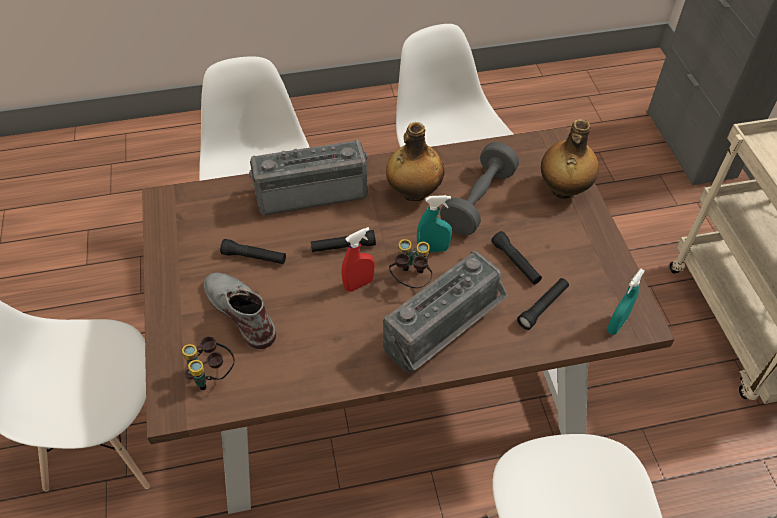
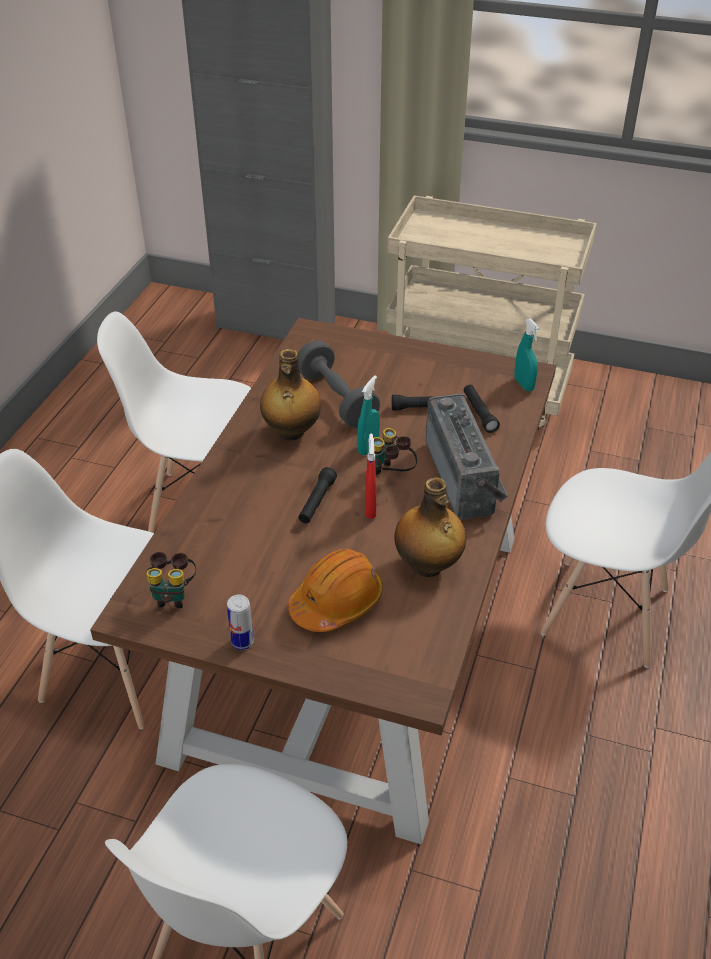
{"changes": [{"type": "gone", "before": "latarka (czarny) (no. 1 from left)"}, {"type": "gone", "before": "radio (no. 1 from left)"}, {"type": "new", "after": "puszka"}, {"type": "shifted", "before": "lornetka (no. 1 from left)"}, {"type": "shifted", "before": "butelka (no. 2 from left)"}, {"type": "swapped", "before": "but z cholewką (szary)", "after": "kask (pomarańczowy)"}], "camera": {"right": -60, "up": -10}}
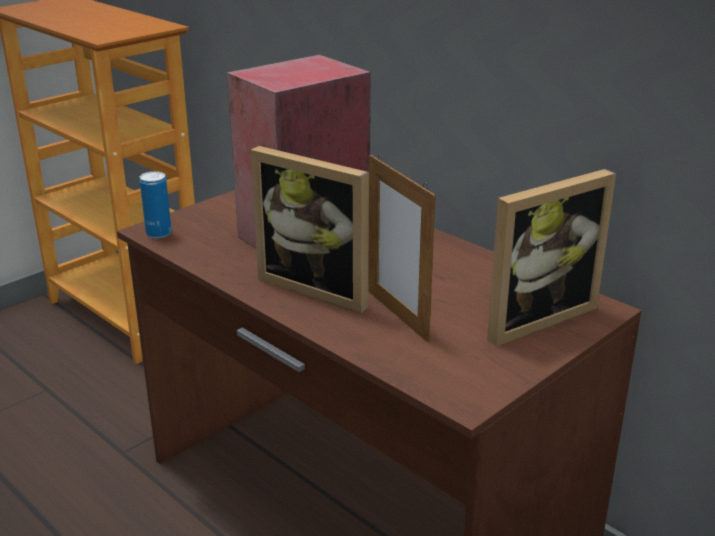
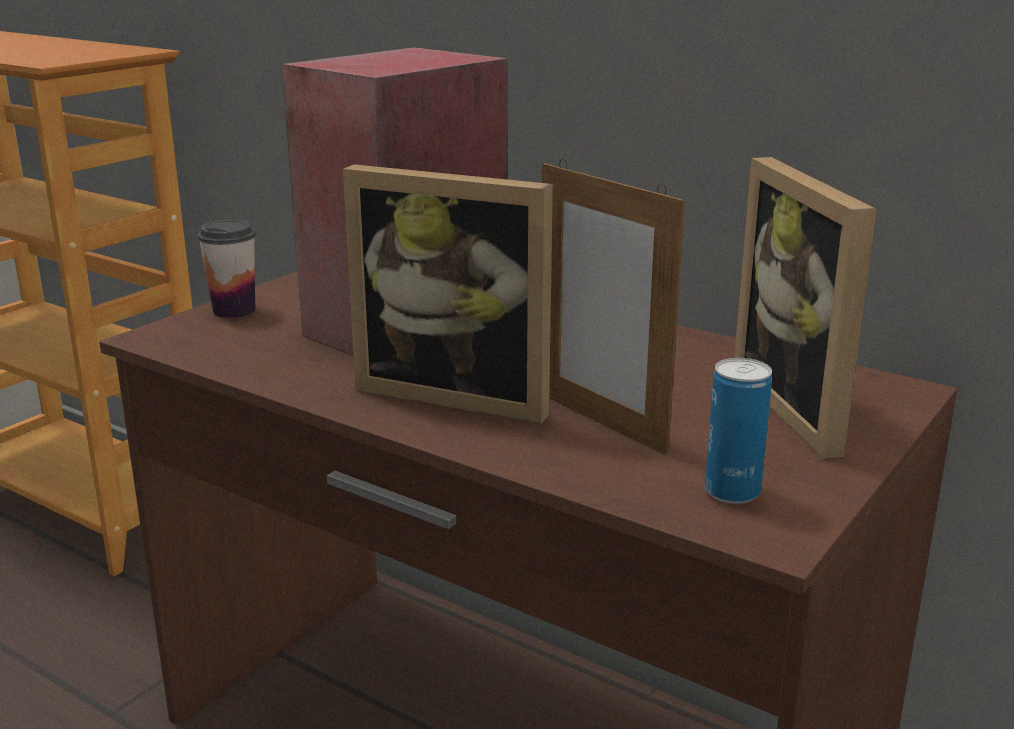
{"changes": [{"type": "new", "after": "filiżanka"}, {"type": "shifted", "before": "puszka"}, {"type": "rotated", "before": "ramka na zdjęcie (no. 3 from left)", "turn": 120}], "camera": {"right": -10, "up": -5}}
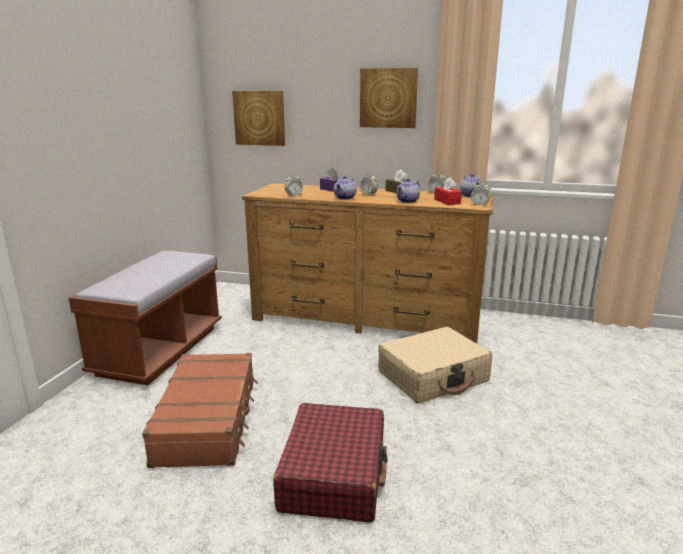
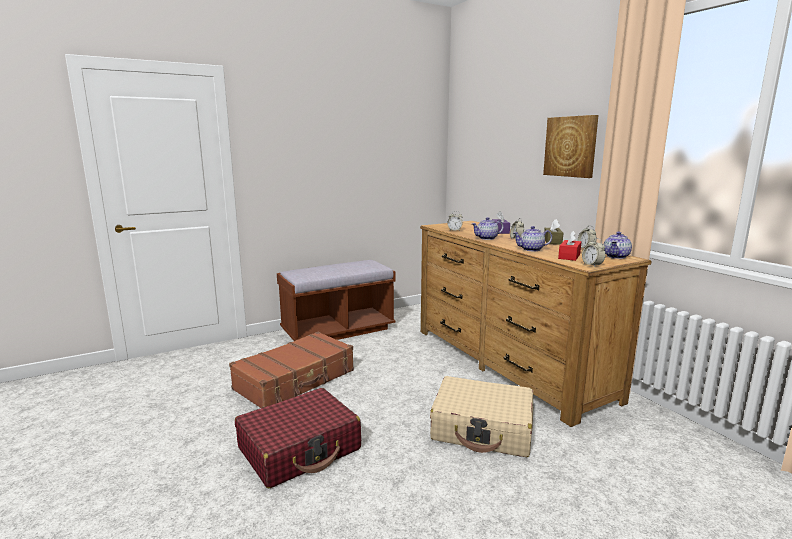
{"changes": [{"type": "gone", "before": "obraz (no. 1 from left)"}], "camera": {"right": 45, "up": -5}}
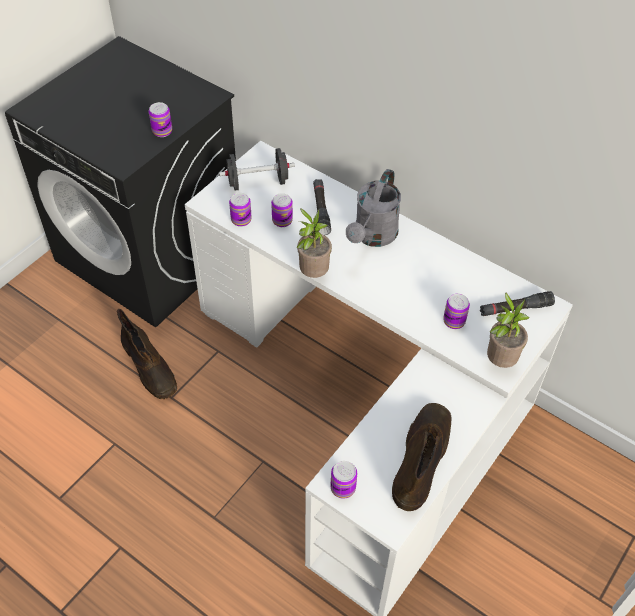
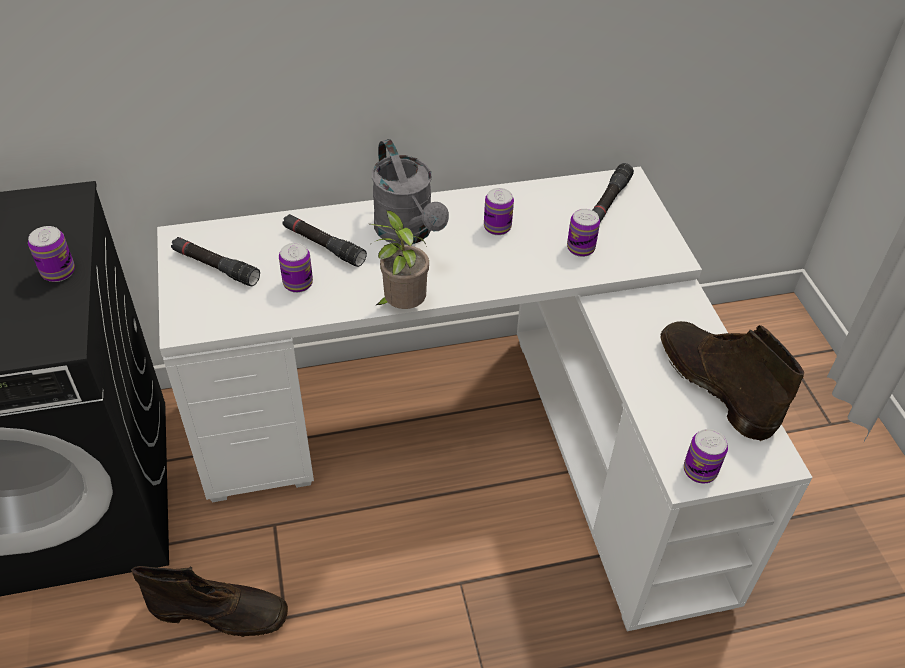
{"changes": [{"type": "gone", "before": "roślina doniczkowa (no. 2 from left)"}, {"type": "shifted", "before": "puszka (no. 2 from left in the first image)", "after": "puszka (no. 3 from left)"}, {"type": "swapped", "before": "hantel (czarny)", "after": "latarka (czarny) (no. 1 from left)"}], "camera": {"right": -50, "up": -5}}
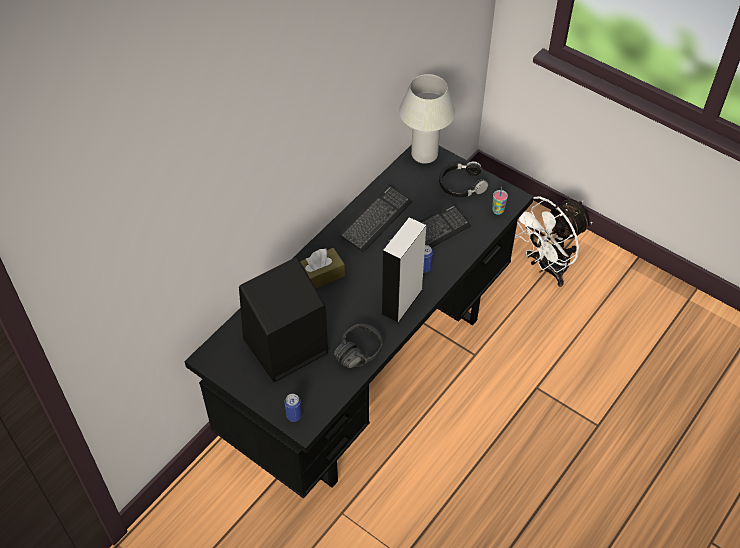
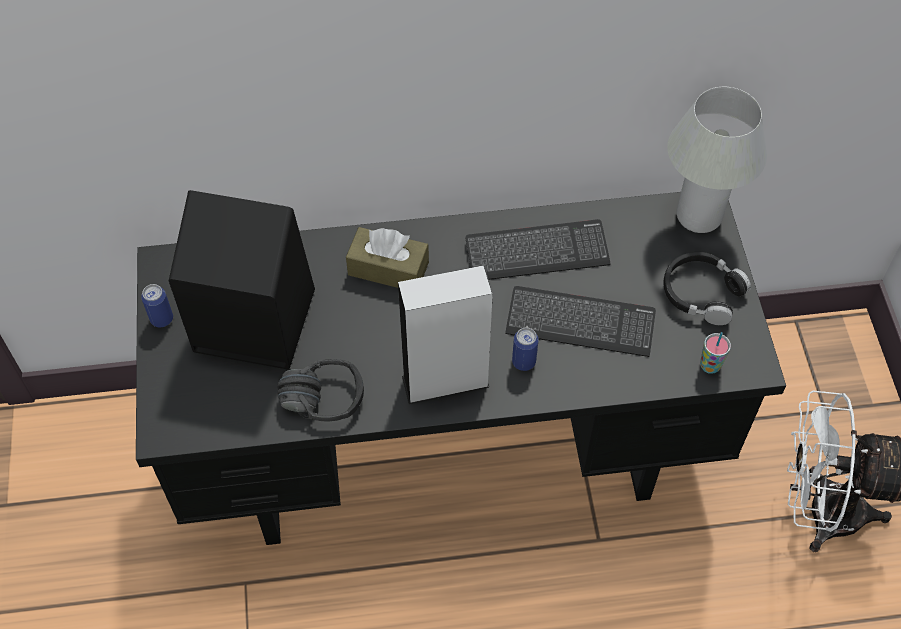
{"changes": [{"type": "shifted", "before": "puszka (no. 1 from left)"}], "camera": {"right": 45, "up": 5}}
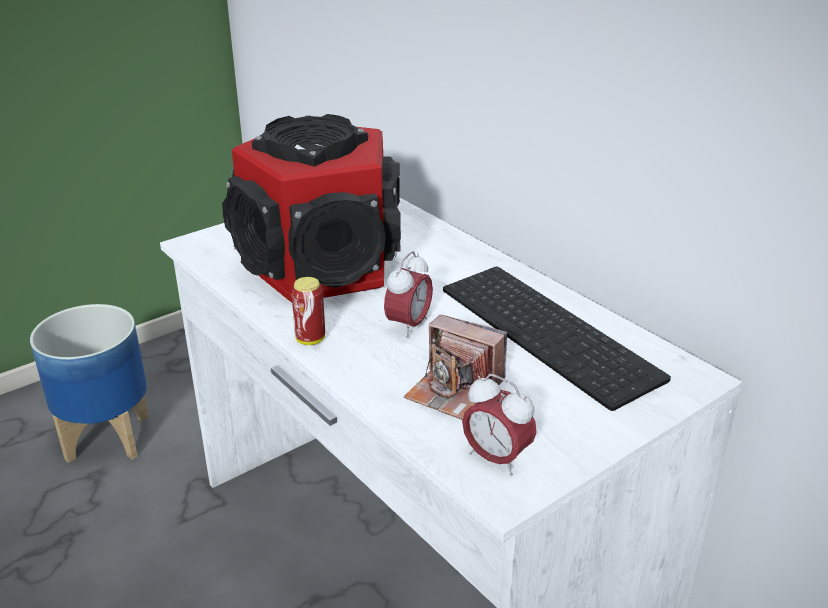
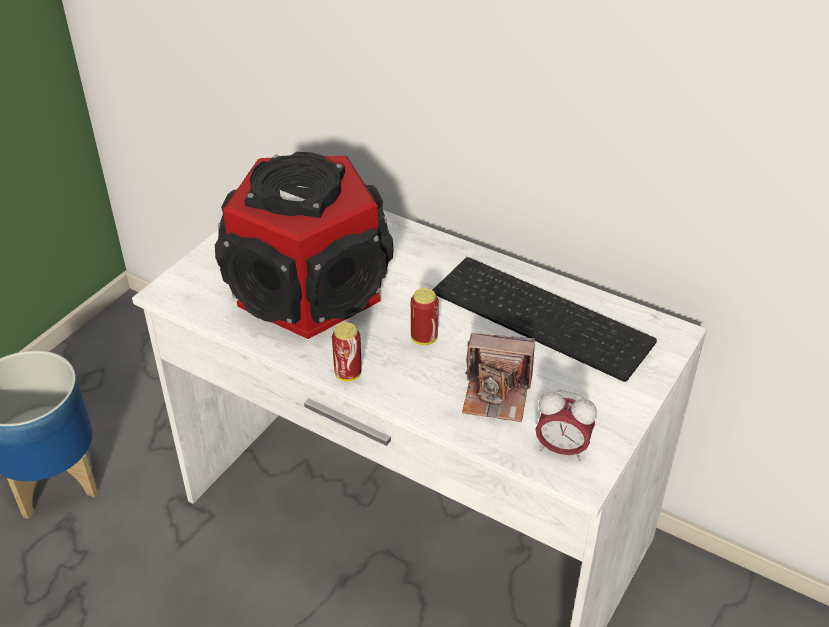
{"changes": [{"type": "swapped", "before": "budzik (no. 1 from left)", "after": "puszka (no. 2 from left)"}], "camera": {"right": -20, "up": 10}}
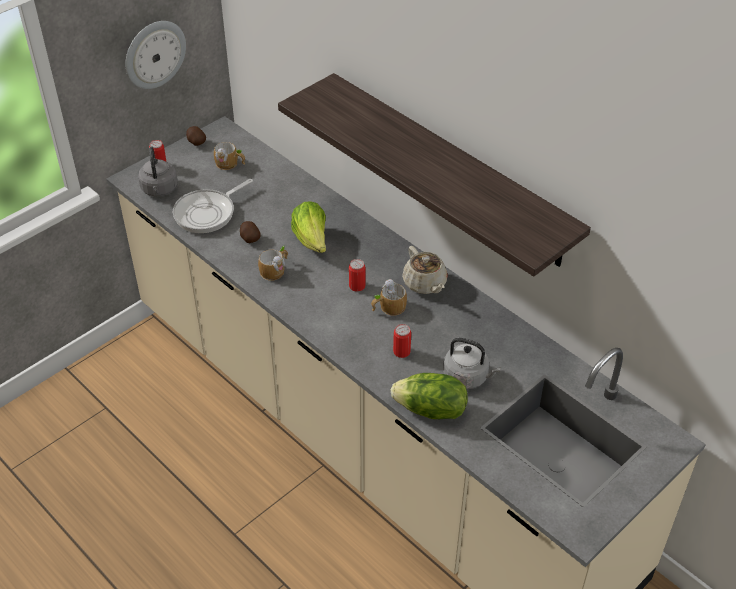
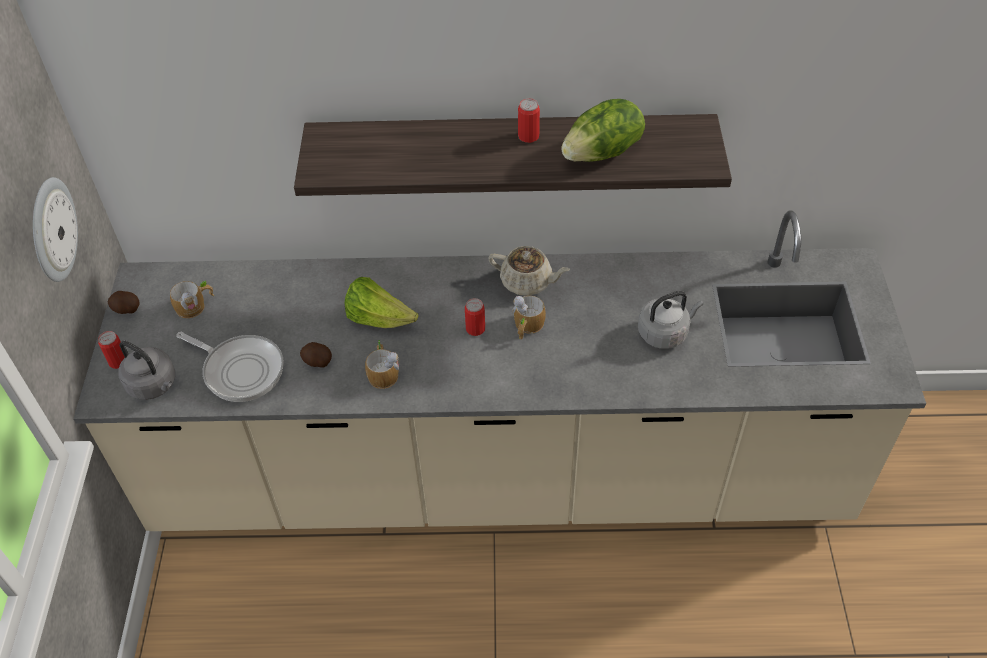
{"changes": [{"type": "shifted", "before": "sałata (no. 2 from left)"}, {"type": "shifted", "before": "puszka (no. 3 from left)"}, {"type": "rotated", "before": "patelnia", "turn": -60}], "camera": {"right": -45, "up": 5}}
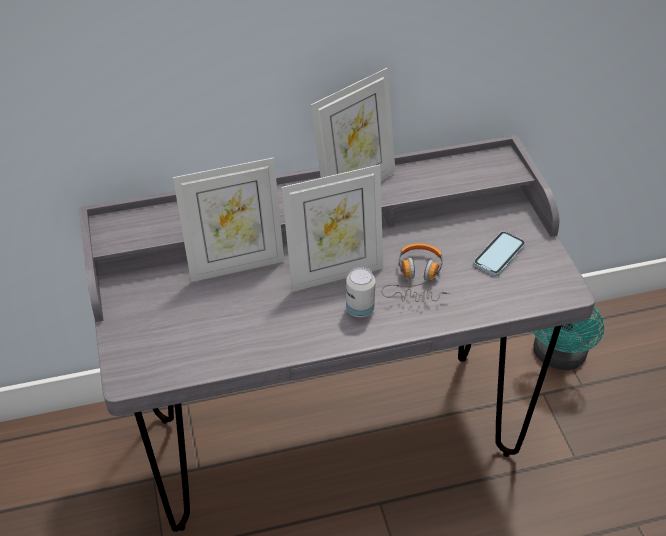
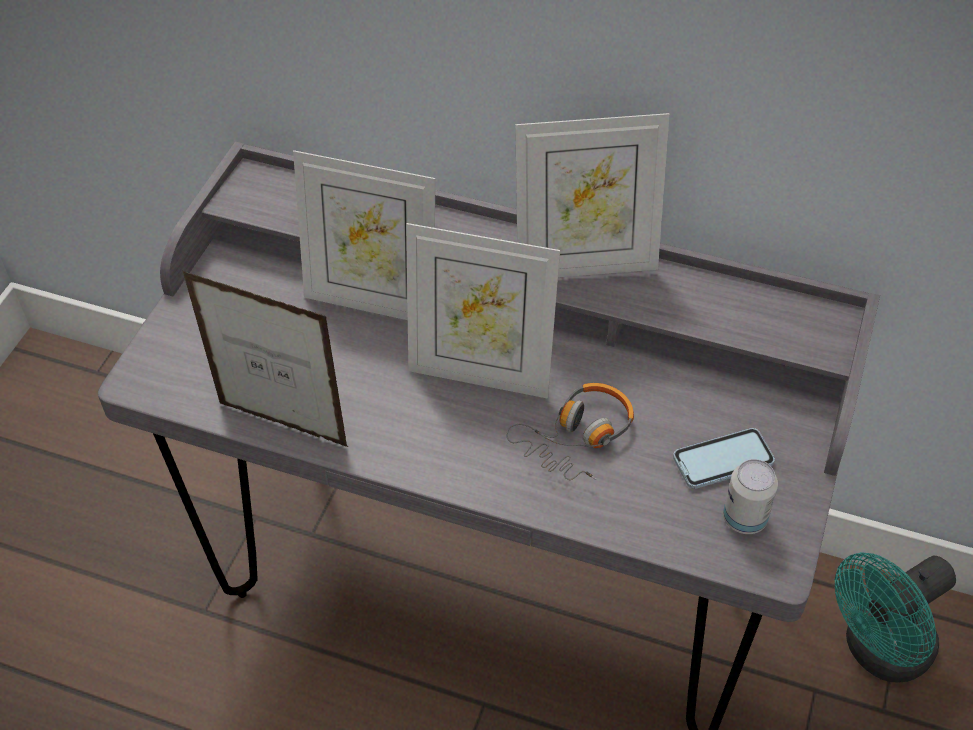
{"changes": [{"type": "new", "after": "ramka na zdjęcie (no. 1 from left)"}, {"type": "shifted", "before": "puszka"}], "camera": {"right": 35, "up": 5}}
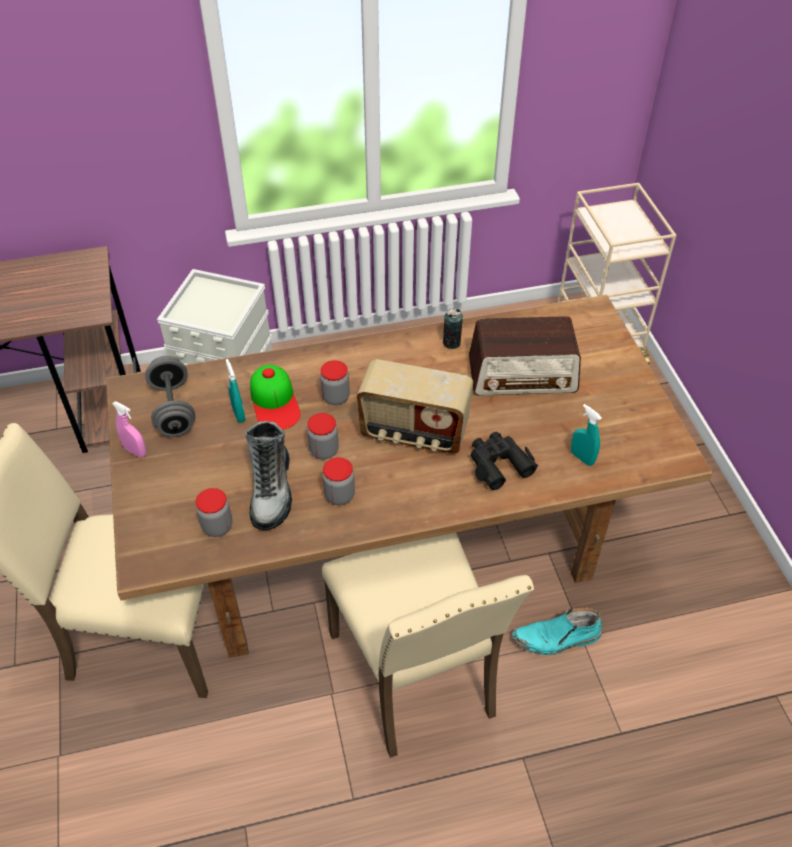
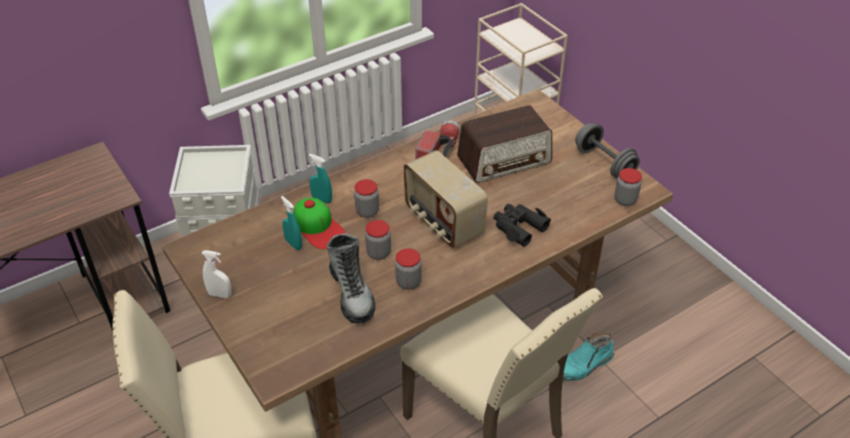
{"changes": [{"type": "shifted", "before": "hantel (szary)"}, {"type": "shifted", "before": "słoik (no. 1 from left in the first image)", "after": "słoik (no. 4 from left)"}, {"type": "shifted", "before": "spryskiwacz (turkusowy) (no. 2 from left)"}, {"type": "swapped", "before": "puszka", "after": "latarka"}, {"type": "repainted", "before": "spryskiwacz (różowy)", "after": "spryskiwacz (biały)"}, {"type": "rotated", "before": "radio (no. 1 from left)", "turn": 60}], "camera": {"right": -20, "up": -5}}
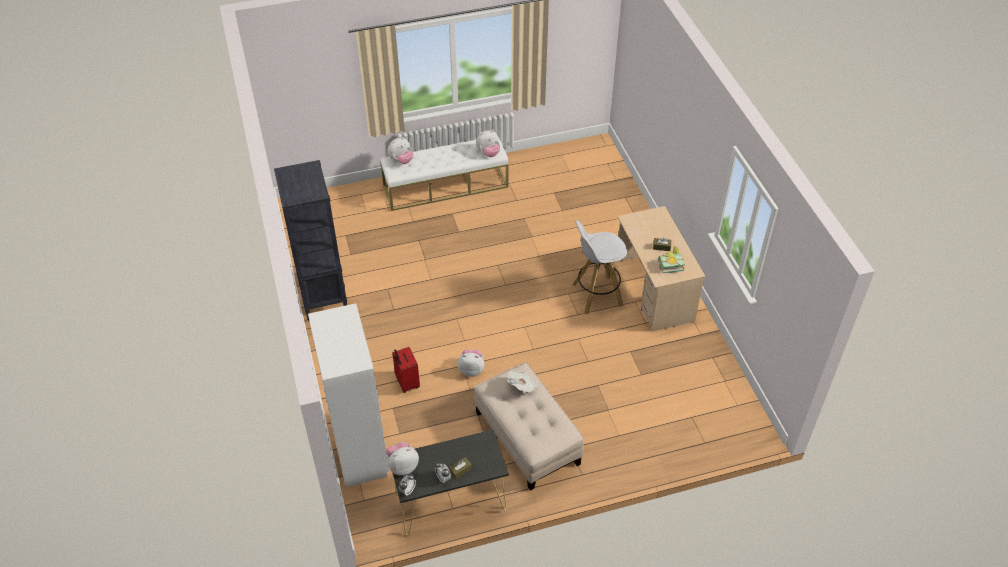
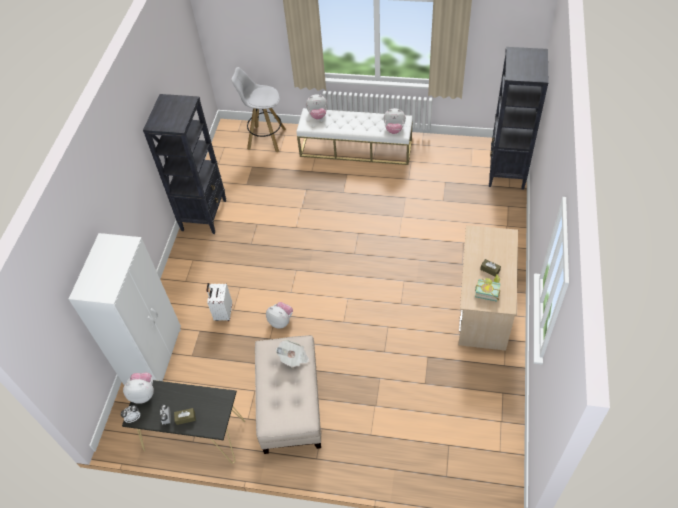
{"changes": [{"type": "new", "after": "regał (czarny) (no. 2 from left)"}, {"type": "shifted", "before": "stołek (biały)"}, {"type": "repainted", "before": "walizka (czerwony)", "after": "walizka (biały)"}], "camera": {"right": 30, "up": 5}}
